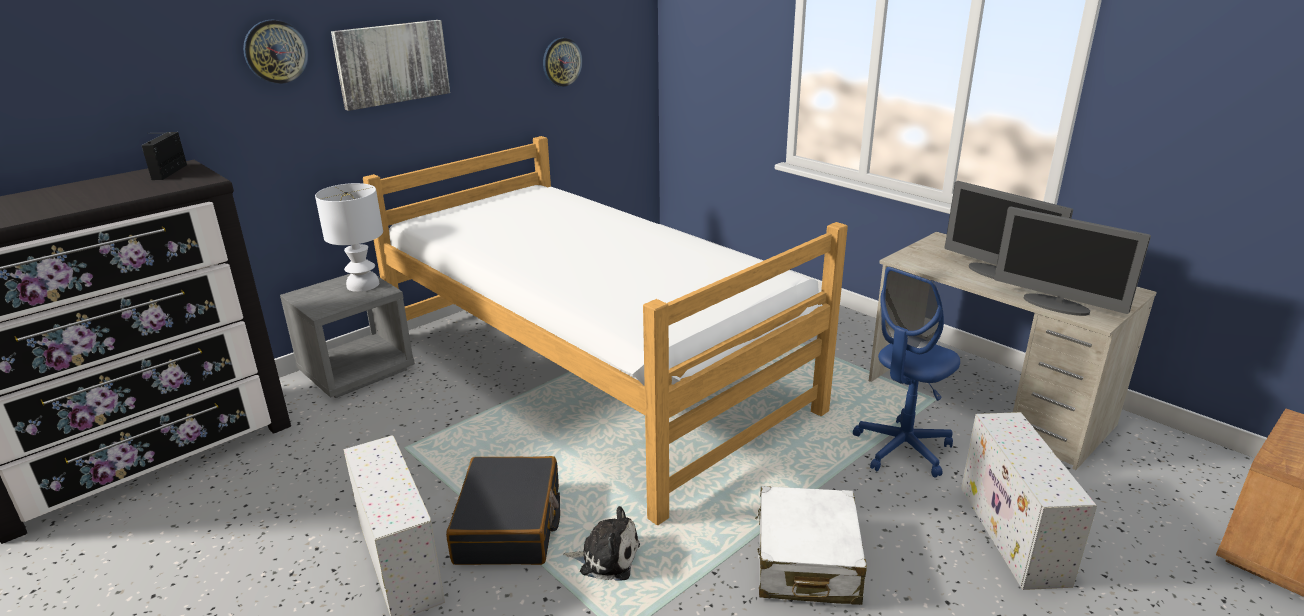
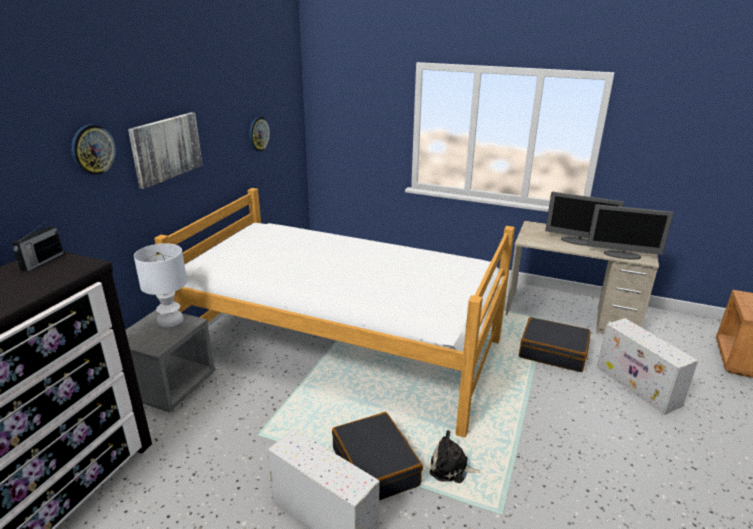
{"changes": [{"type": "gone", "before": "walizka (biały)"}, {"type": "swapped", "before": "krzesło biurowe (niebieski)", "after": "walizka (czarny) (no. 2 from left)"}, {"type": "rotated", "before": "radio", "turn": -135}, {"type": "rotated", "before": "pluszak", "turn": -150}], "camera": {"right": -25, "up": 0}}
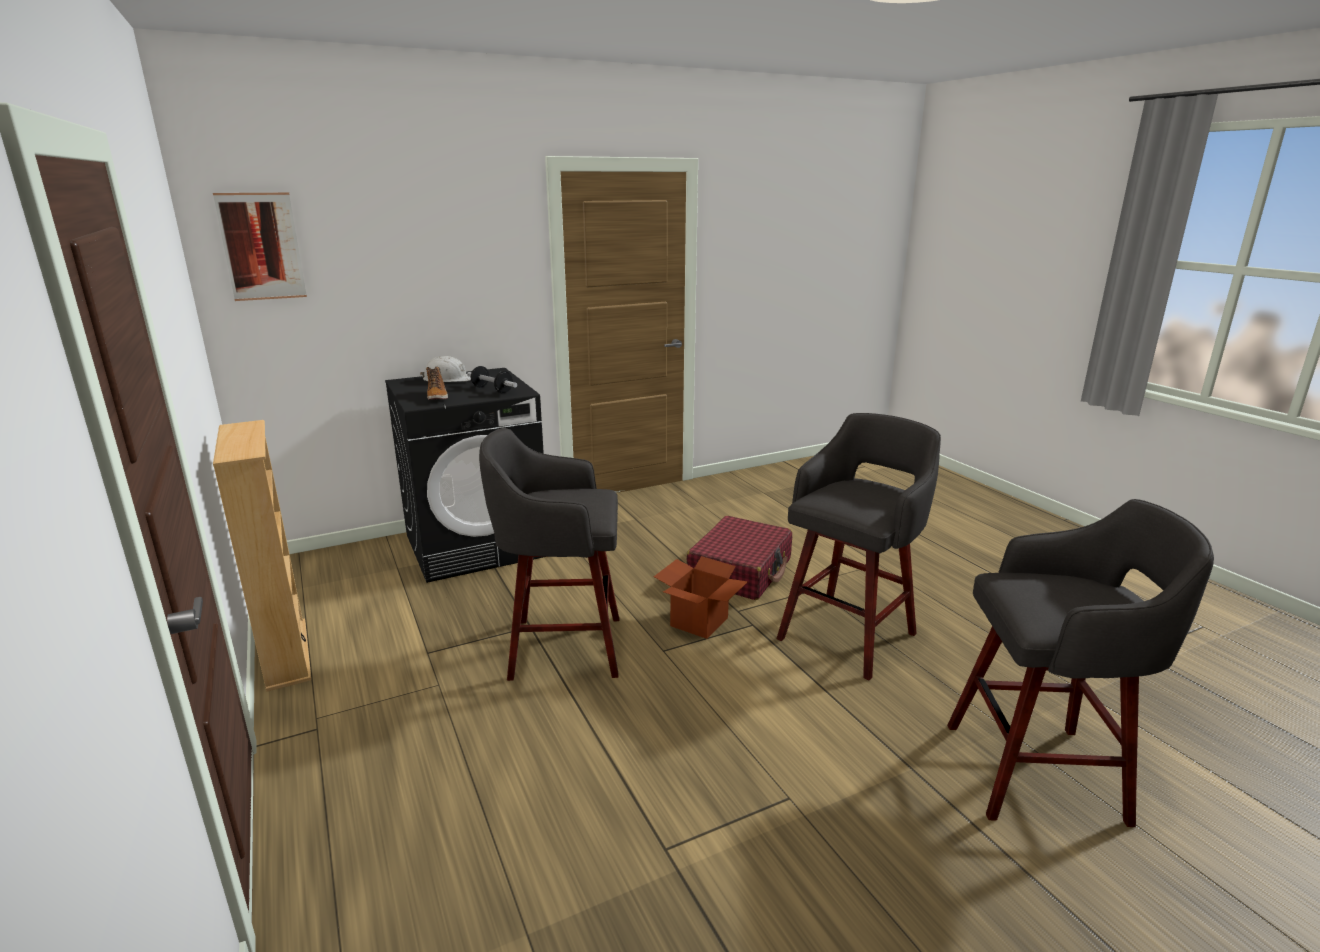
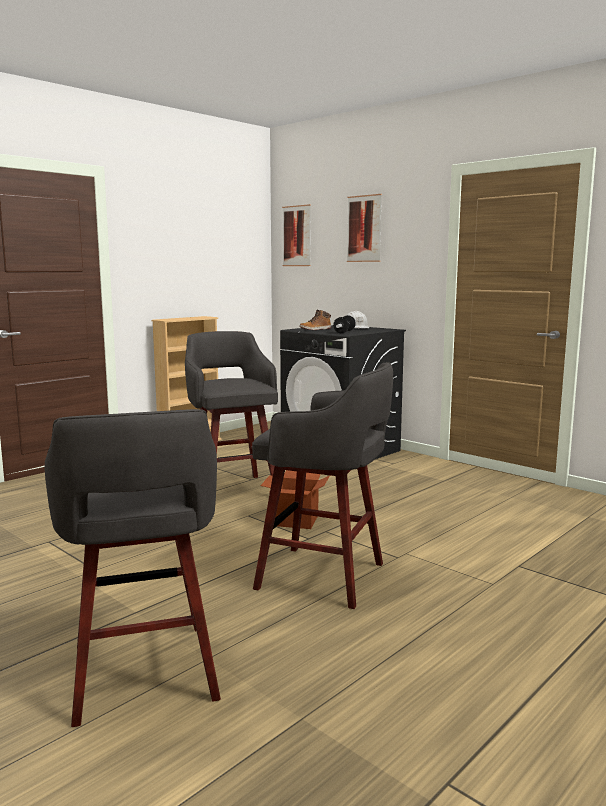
{"changes": [{"type": "gone", "before": "walizka (czerwony)"}, {"type": "new", "after": "obraz (no. 2 from left)"}], "camera": {"right": 70, "up": -10}}
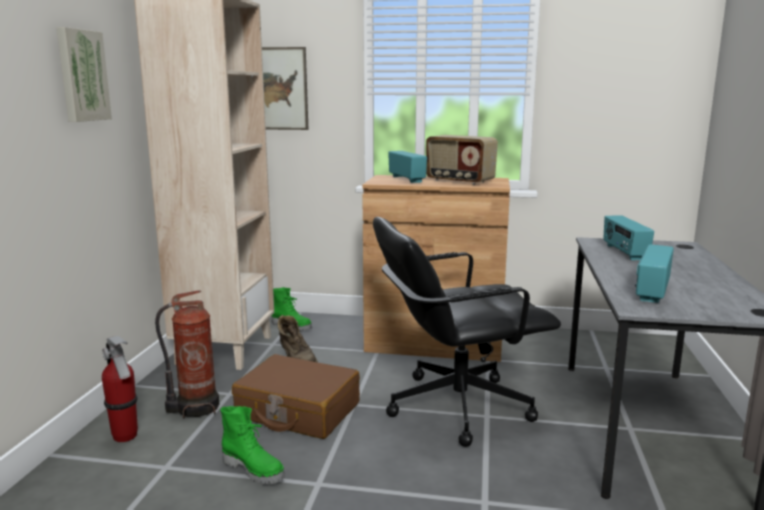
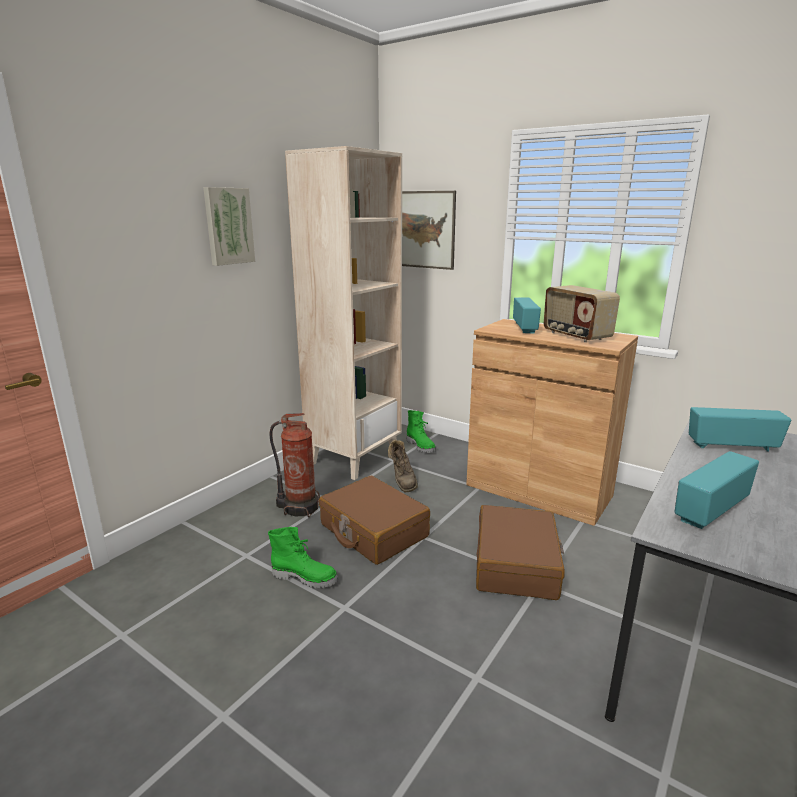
{"changes": [{"type": "gone", "before": "gaśnica (no. 1 from left)"}, {"type": "swapped", "before": "krzesło biurowe (czarny)", "after": "walizka (brązowy) (no. 2 from left)"}, {"type": "rotated", "before": "but z cholewką (zielony) (no. 1 from left)", "turn": -45}, {"type": "rotated", "before": "radio (no. 3 from left in the first image)", "turn": 75}], "camera": {"right": 25, "up": 5}}
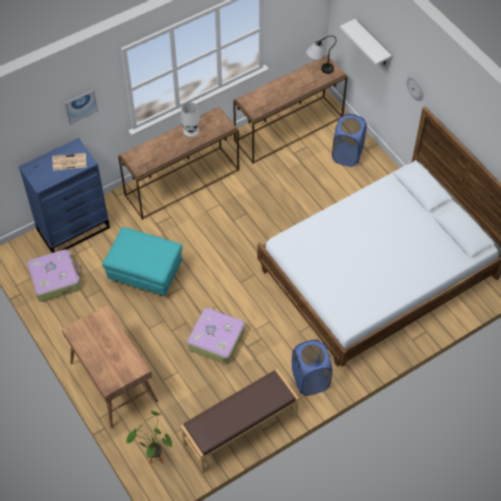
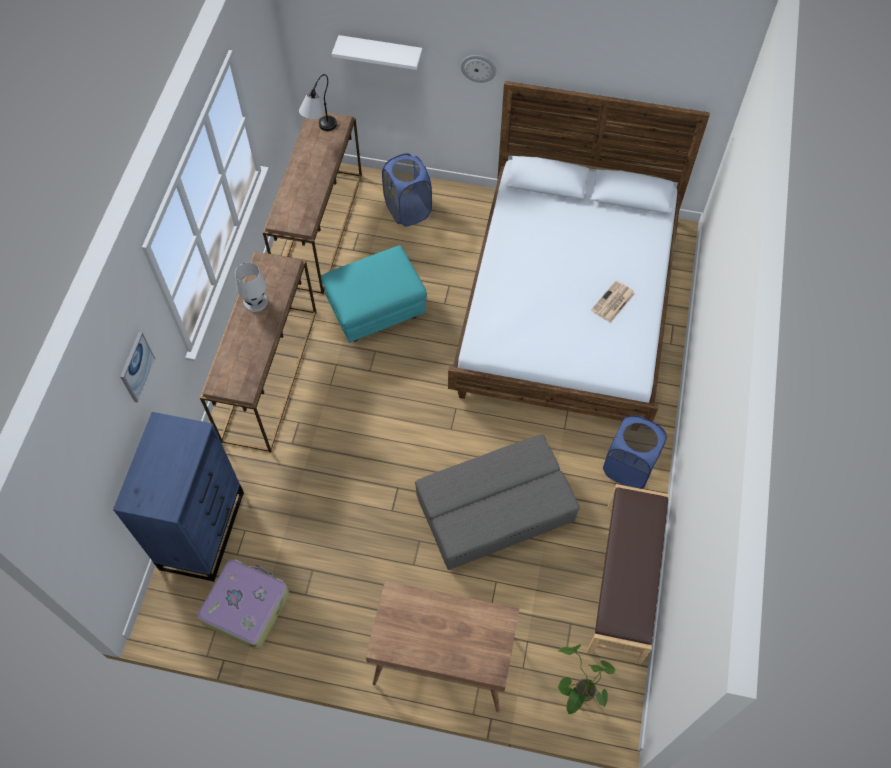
{"changes": [{"type": "shifted", "before": "gazeta"}, {"type": "shifted", "before": "pufa (turkusowy)"}, {"type": "swapped", "before": "walizka (no. 2 from left)", "after": "pufa (szary)"}], "camera": {"right": -45, "up": 5}}
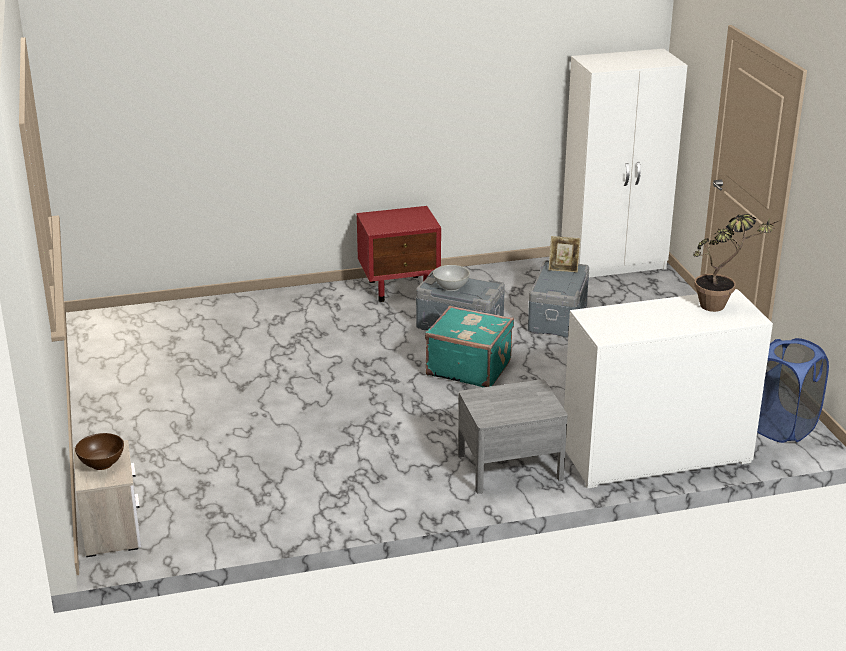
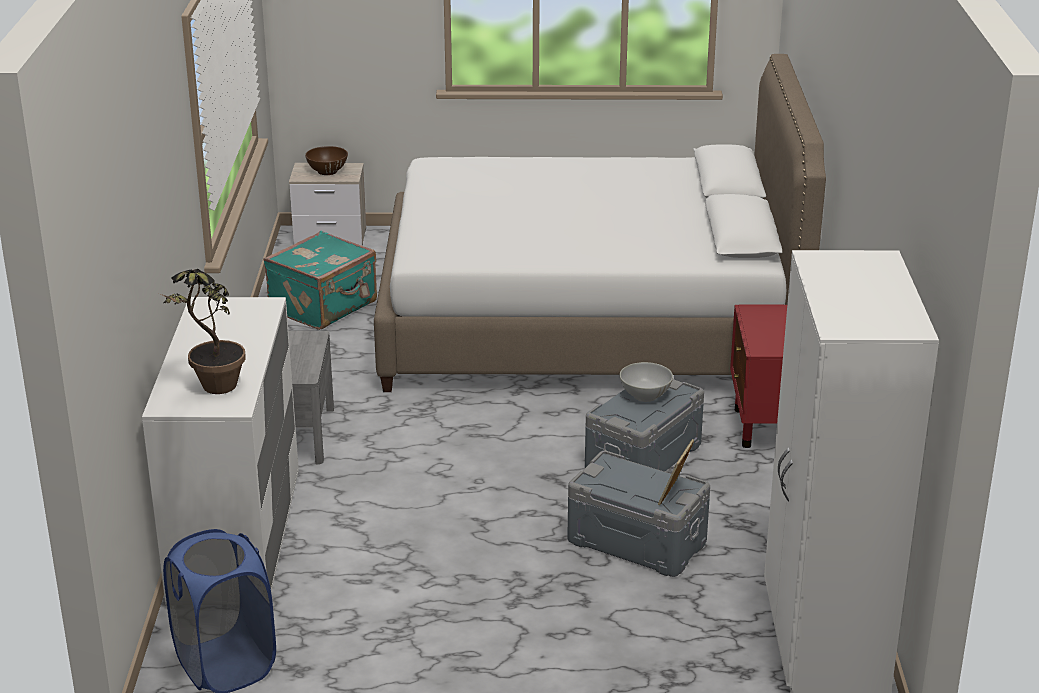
{"changes": [{"type": "new", "after": "łóżko (biały)"}, {"type": "shifted", "before": "walizka (turkusowy)"}], "camera": {"right": 105, "up": 0}}
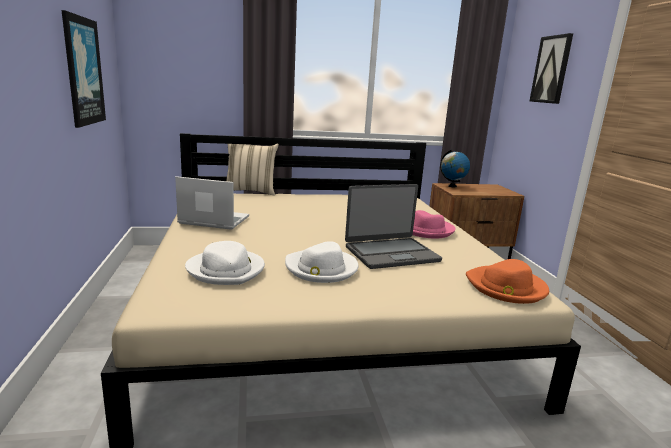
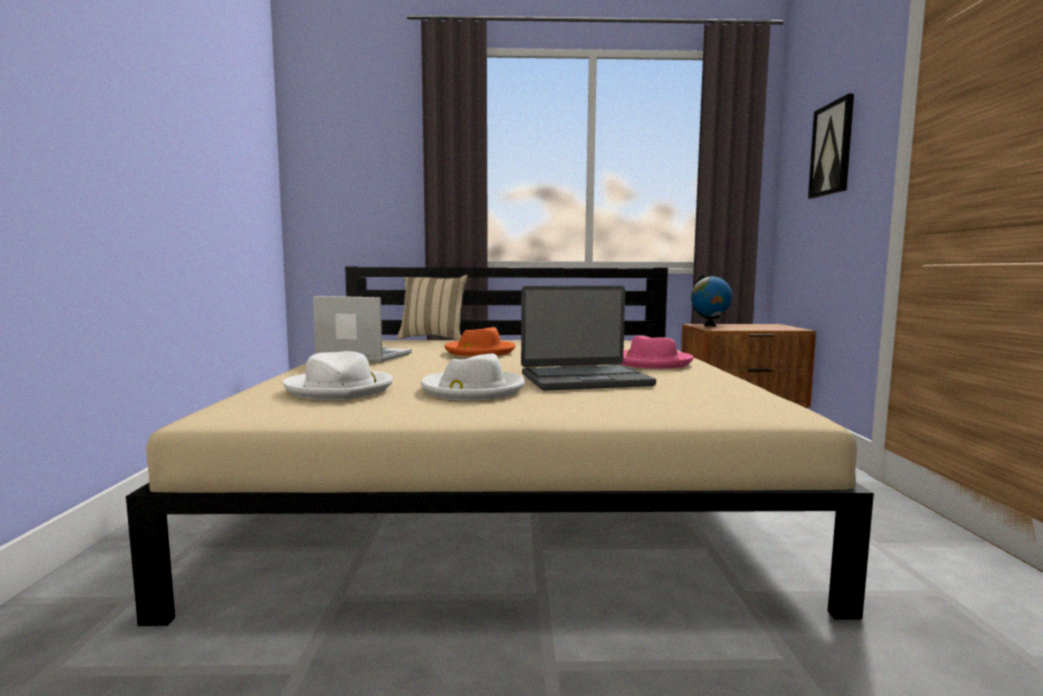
{"changes": [{"type": "gone", "before": "obraz (no. 1 from left)"}, {"type": "shifted", "before": "kapelusz (pomarańczowy)"}], "camera": {"right": 10, "up": -10}}
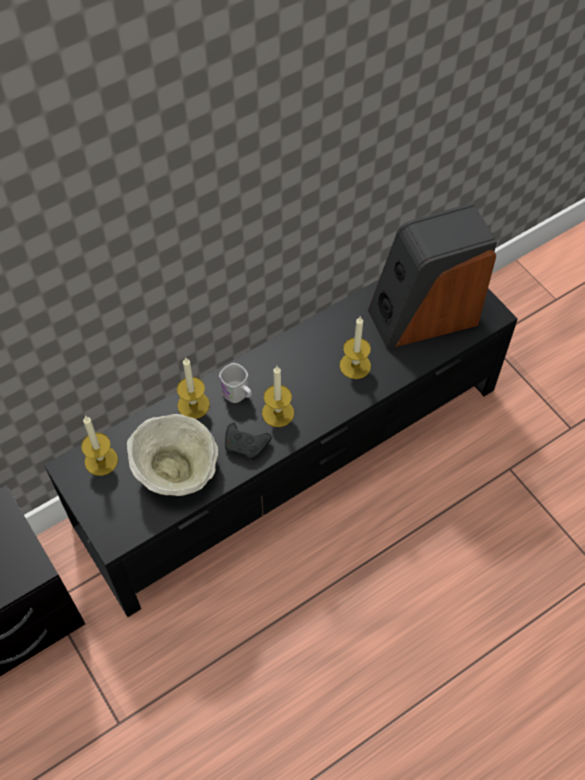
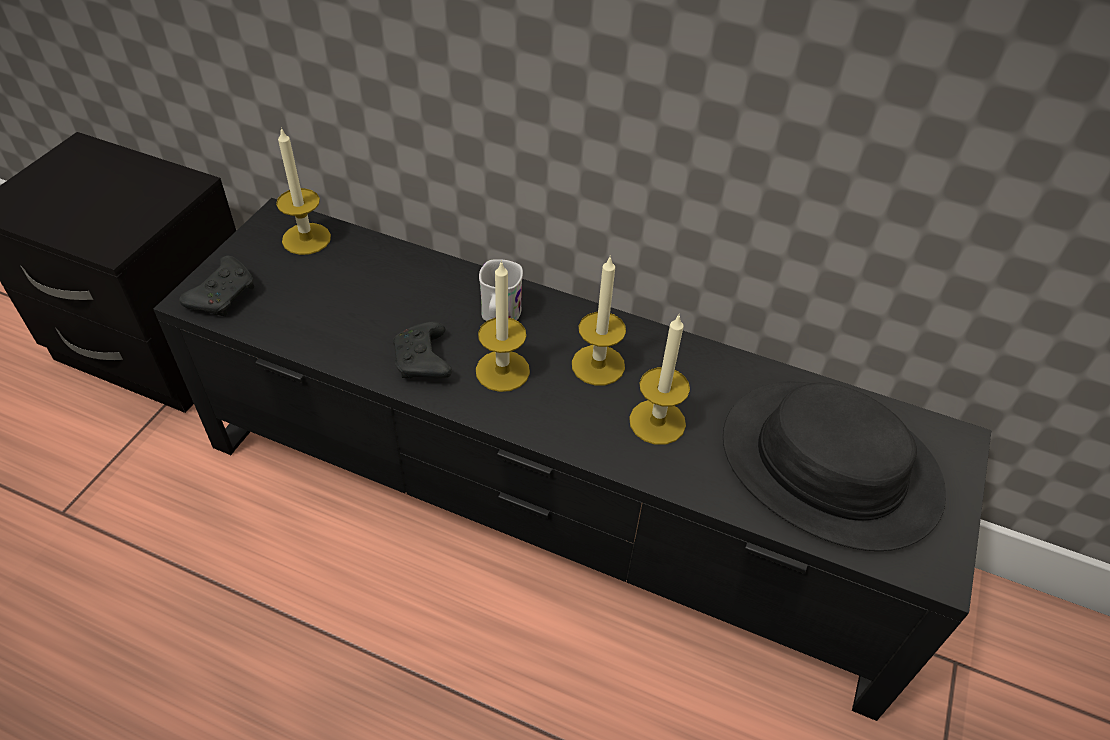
{"changes": [{"type": "gone", "before": "miska (beżowy)"}, {"type": "new", "after": "pad do gier (czarny) (no. 1 from left)"}, {"type": "shifted", "before": "świeca (no. 2 from left in the first image)", "after": "świeca (no. 3 from left)"}, {"type": "swapped", "before": "głośnik", "after": "kapelusz (czarny)"}], "camera": {"right": 55, "up": -10}}
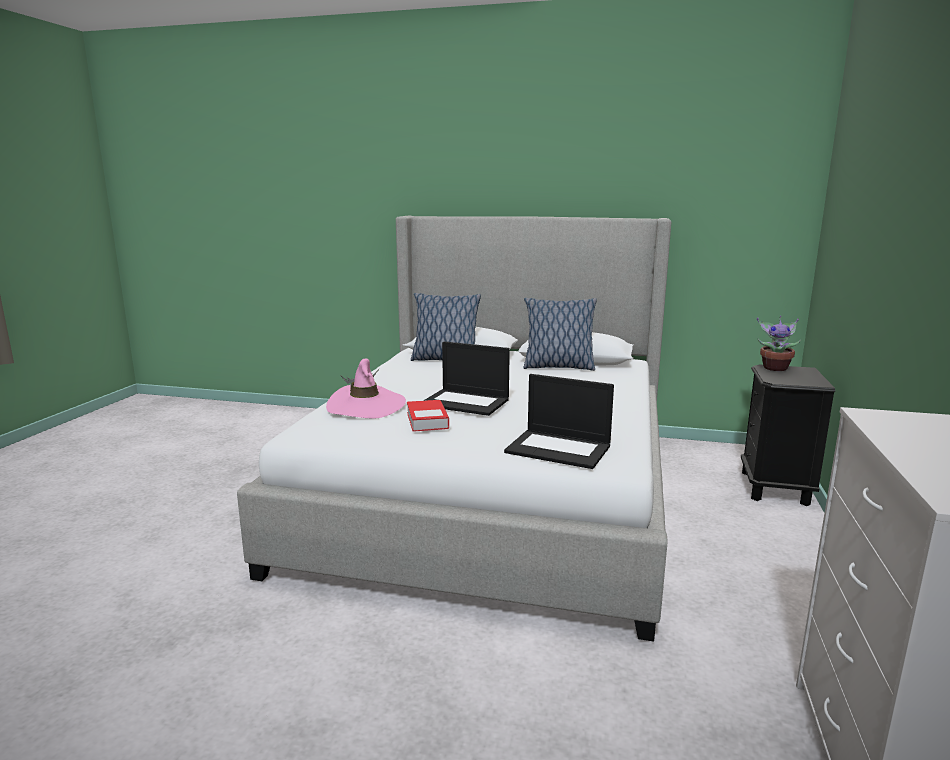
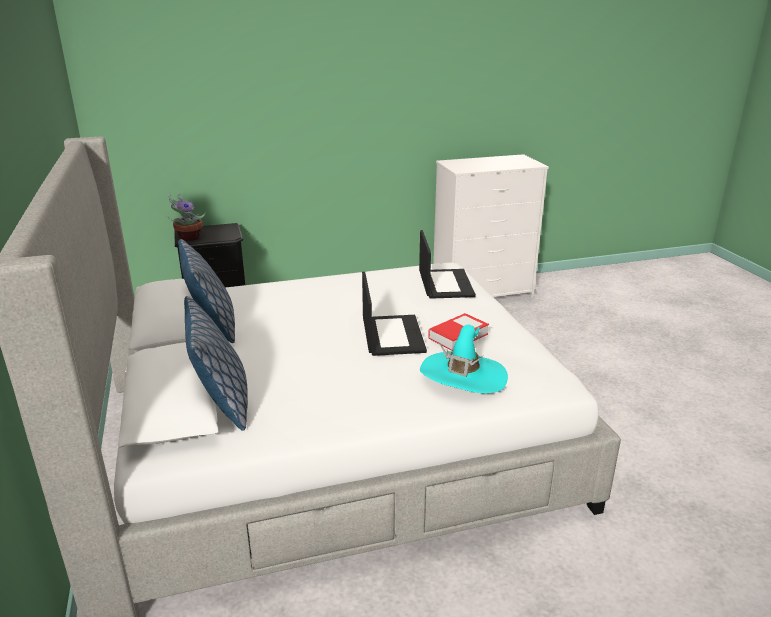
{"changes": [{"type": "repainted", "before": "kapelusz (różowy)", "after": "kapelusz (turkusowy)"}], "camera": {"right": -120, "up": 10}}
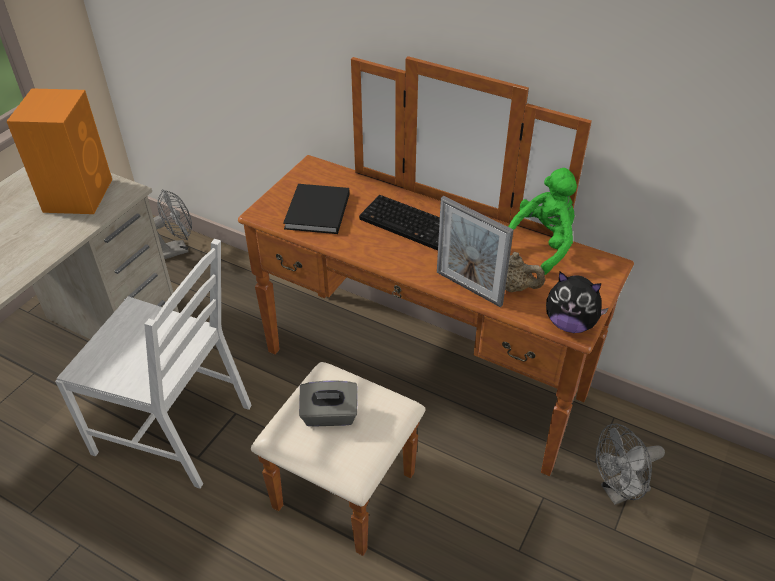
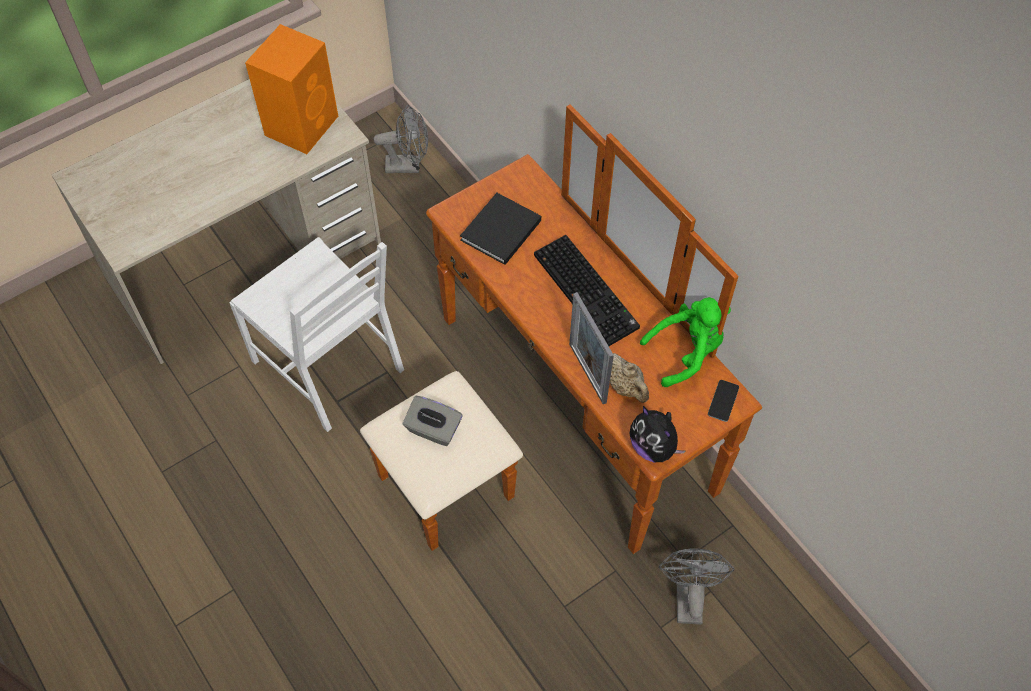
{"changes": [{"type": "new", "after": "telefon"}, {"type": "rotated", "before": "wentylator (szary) (no. 2 from left)", "turn": 90}], "camera": {"right": 25, "up": 15}}
